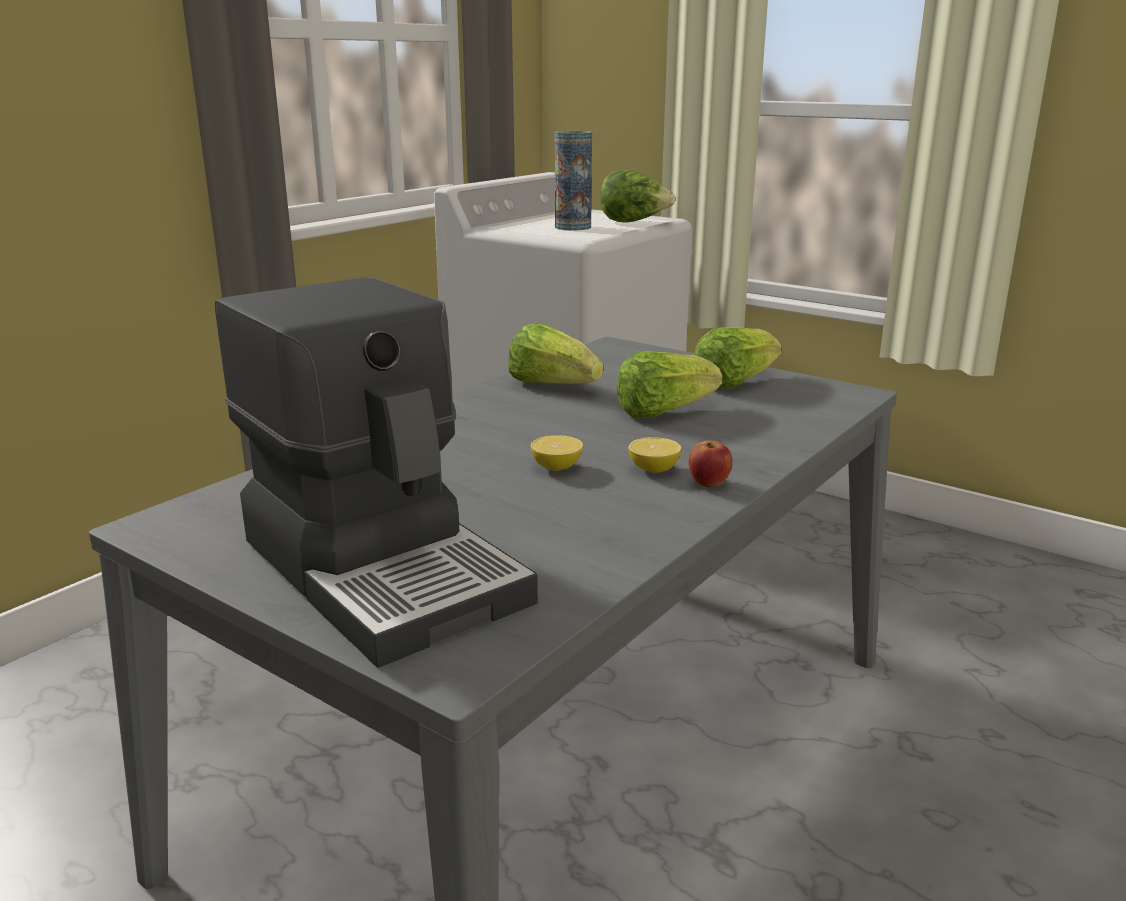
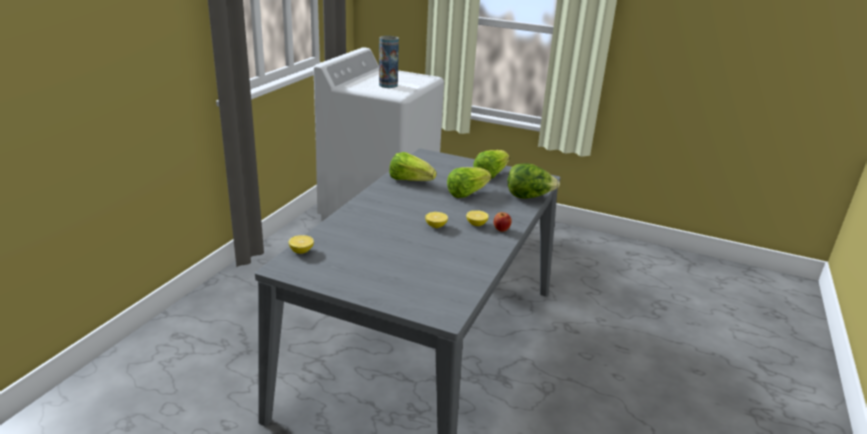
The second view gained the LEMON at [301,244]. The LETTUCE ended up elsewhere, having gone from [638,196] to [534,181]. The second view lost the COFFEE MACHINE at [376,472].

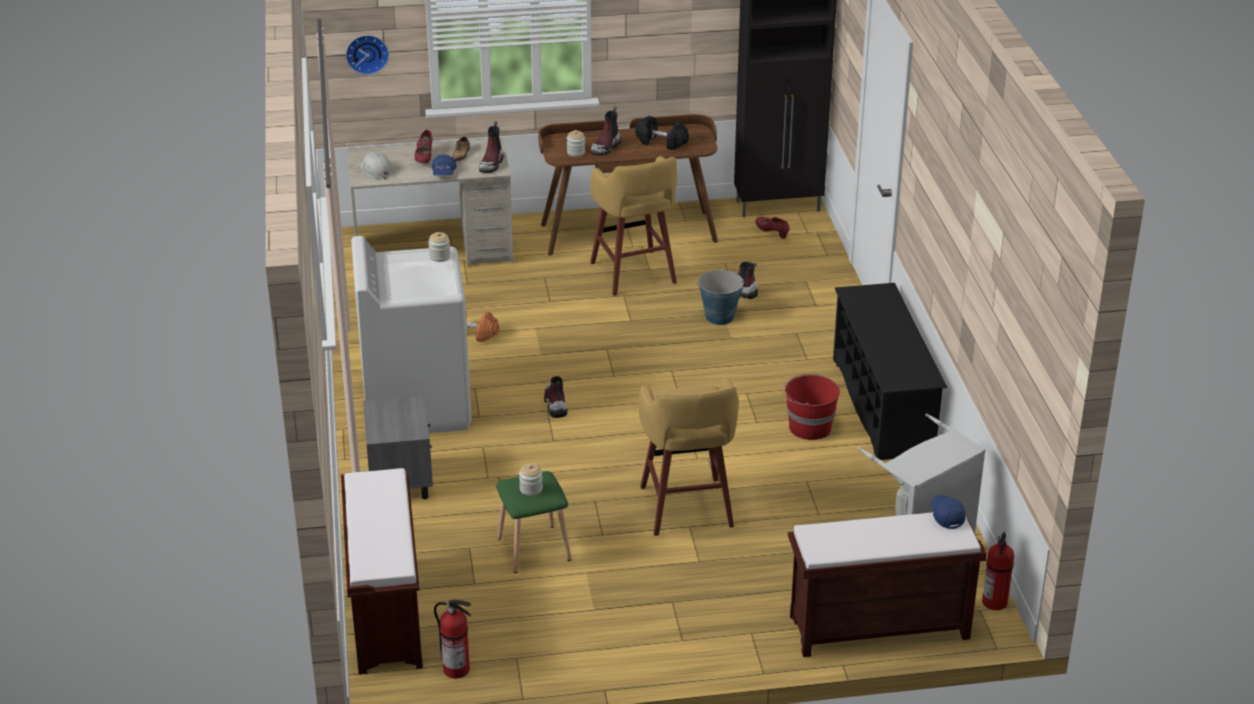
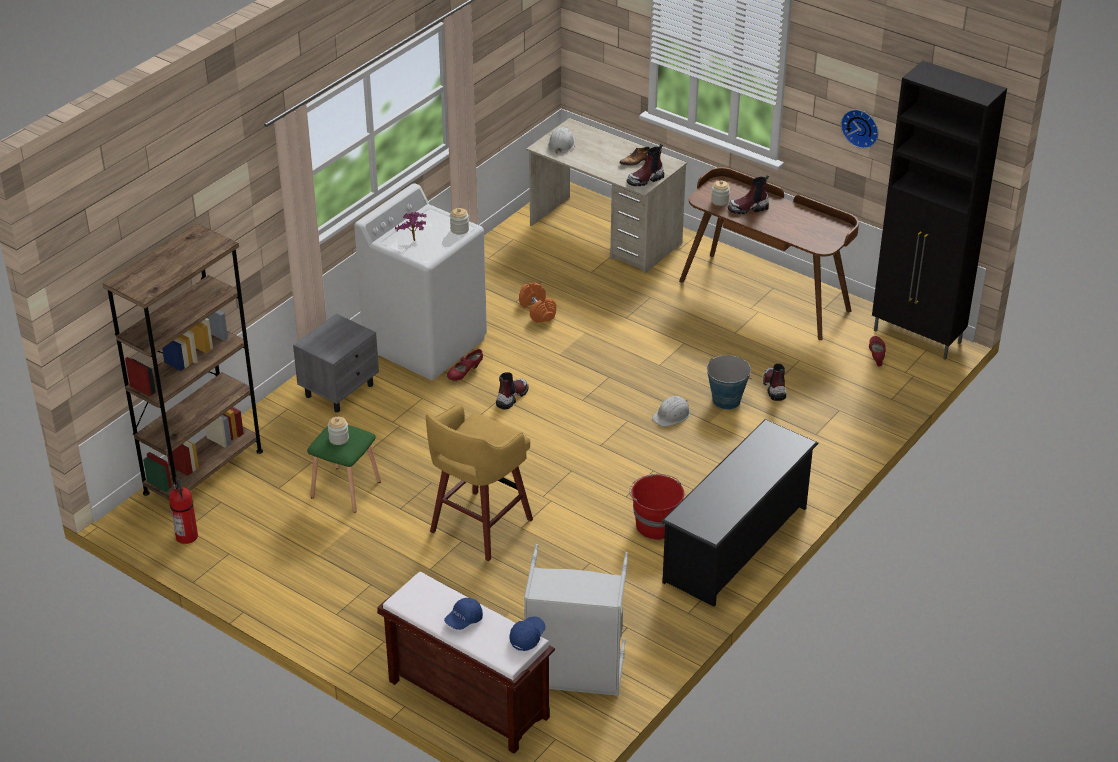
Where the BROWN BENCH stood at [382,571], the BROWN BOOKCASE came to stand at [183,362]. The second view gained the POTTED PLANT at [411,226]. The BLUE CAP ended up elsewhere, having gone from [444,165] to [463,614]. The RED SHOE ended up elsewhere, having gone from [423,147] to [465,365]. The second view gained the WHITE HARD HAT at [671,411]. The WALL CLOCK ended up elsewhere, having gone from [367,55] to [860,129]. The second view lost the YELLOW STOOL at [633,226]. The second view lost the BLACK DUMBBELL at [662,133]. The second view lost the FIRE EXTINGUISHER at [998,571].

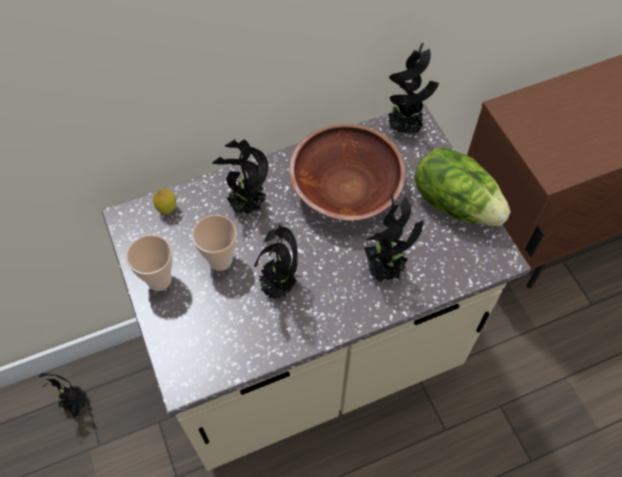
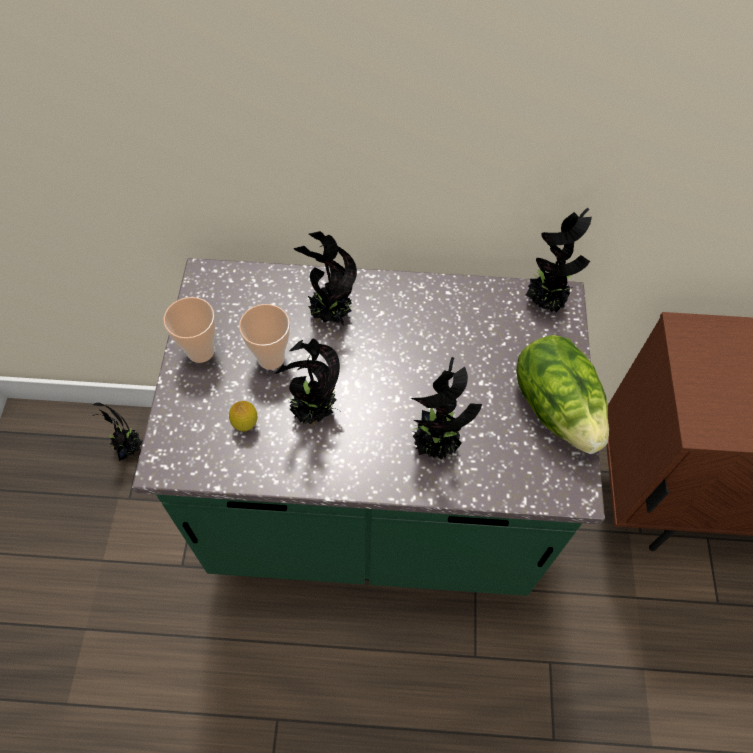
What was the BEIGE COUNTER at [316,286] turned into the GREEN COUNTER at [368,427]. The LEMON ended up elsewhere, having gone from [165,202] to [243,416]. The second view lost the BROWN BOWL at [347,172].

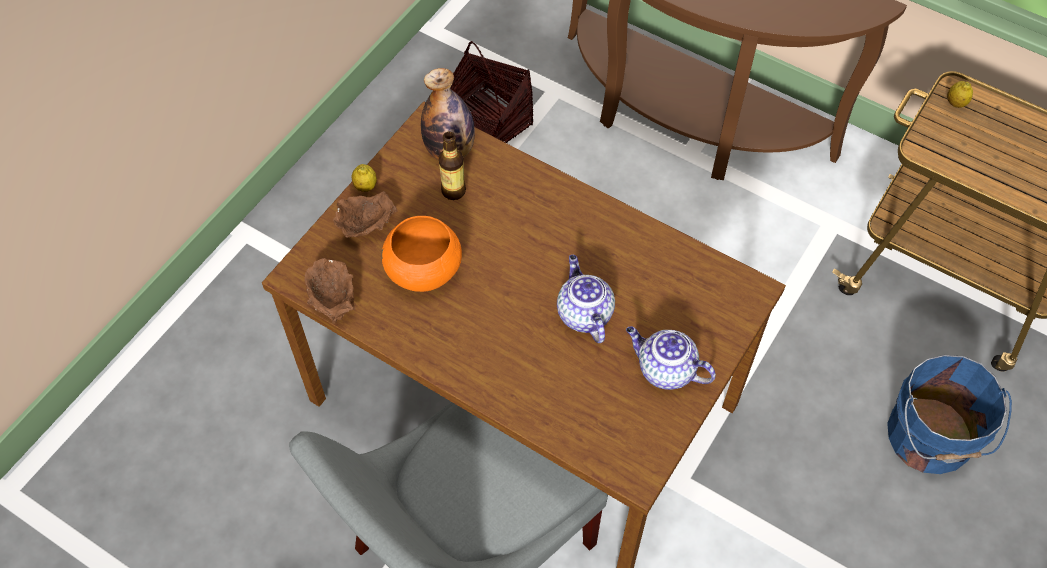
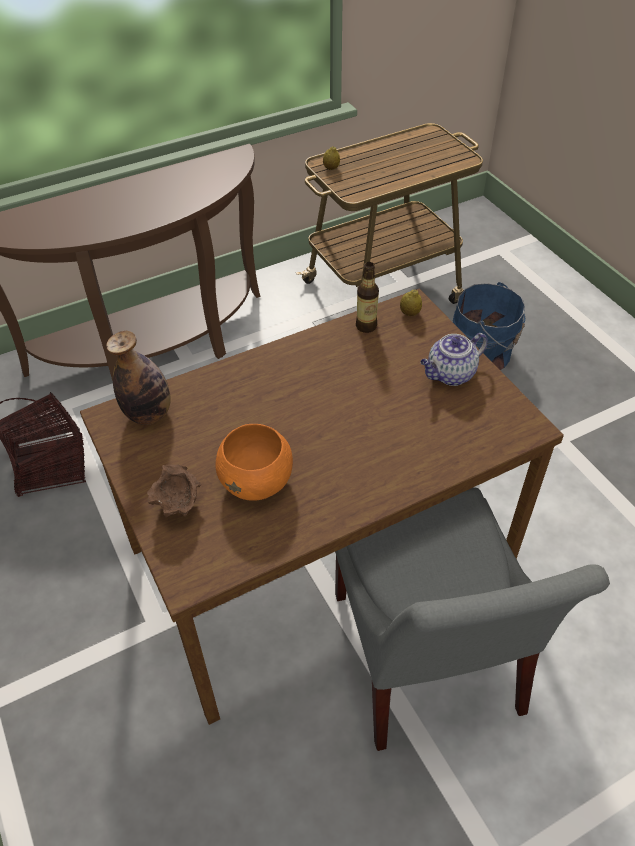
The BOTTLE ended up elsewhere, having gone from [452,166] to [367,297]. The LEMON ended up elsewhere, having gone from [364,178] to [411,303]. The second view lost the BROWN BOWL at [330,291]. The second view lost the TEAPOT at [586,299].

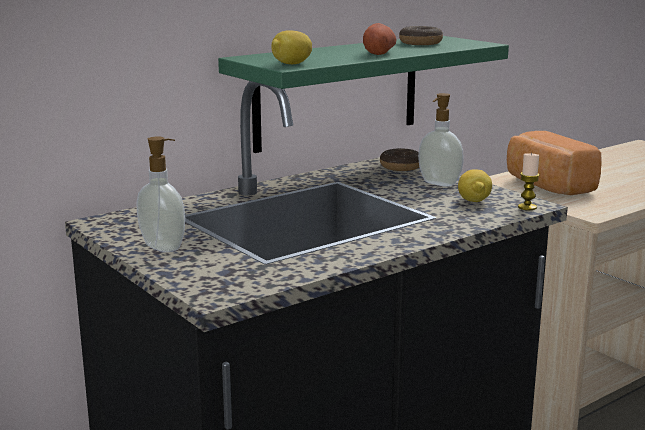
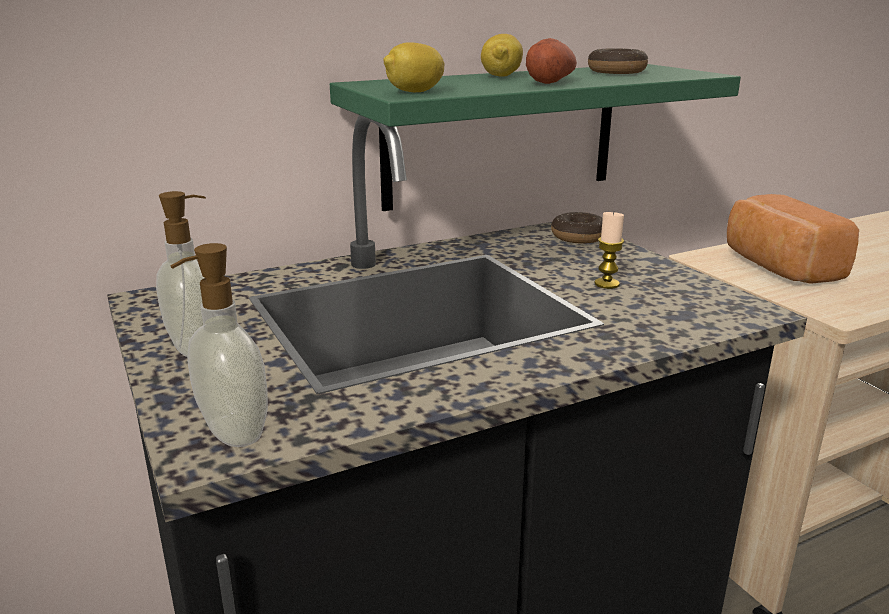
The SOAP DISPENSER ended up elsewhere, having gone from [441,140] to [219,345]. The LEMON ended up elsewhere, having gone from [475,185] to [502,55]. The CANDLE ended up elsewhere, having gone from [529,181] to [609,250].

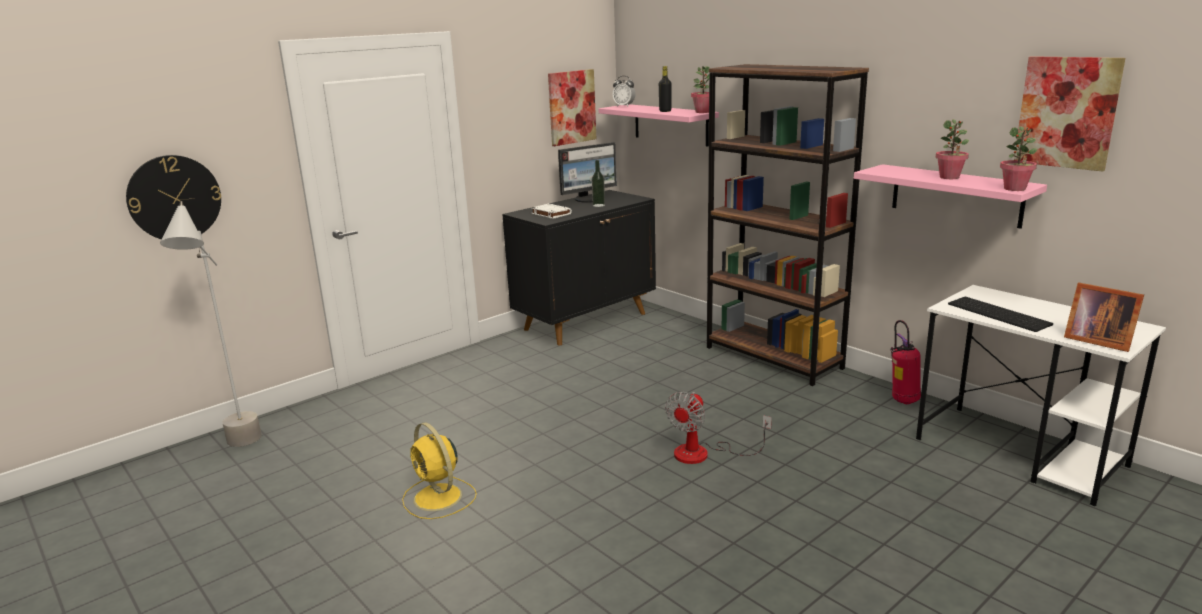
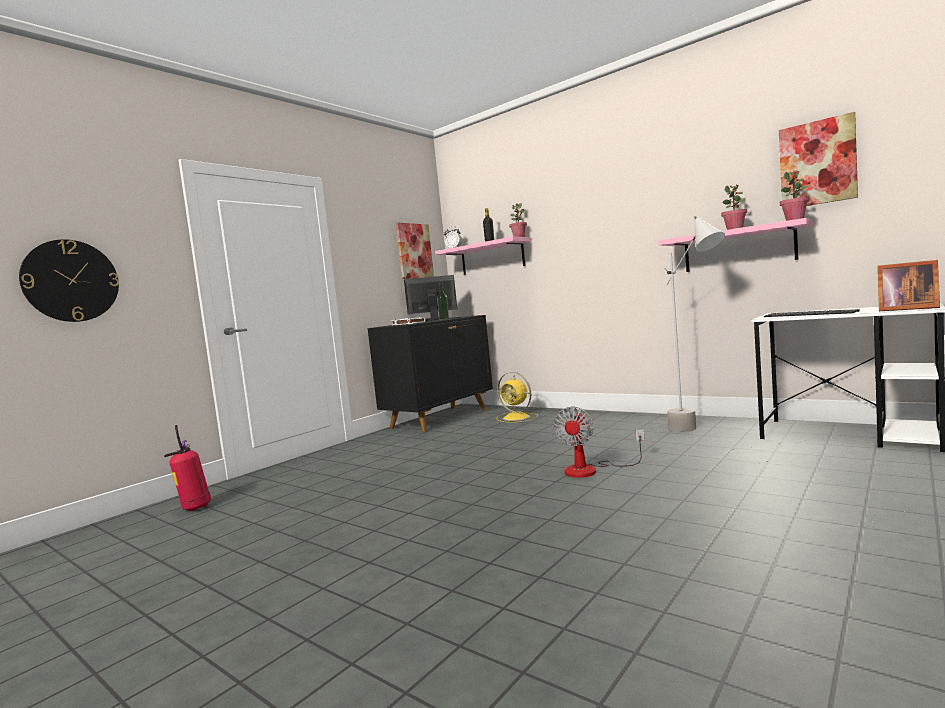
The FIRE EXTINGUISHER ended up elsewhere, having gone from [905,362] to [187,468]. The MONITOR at [587,172] ended up facing another way, 150 degrees counterclockwise from before. The YELLOW FAN ended up elsewhere, having gone from [439,470] to [517,397]. The GREY FLOOR LAMP ended up elsewhere, having gone from [211,324] to [695,324]. The second view lost the BROWN BOOKCASE at [788,225].

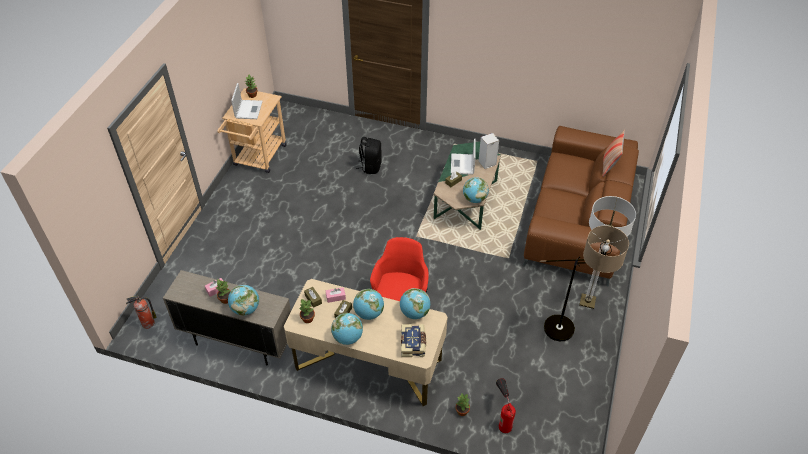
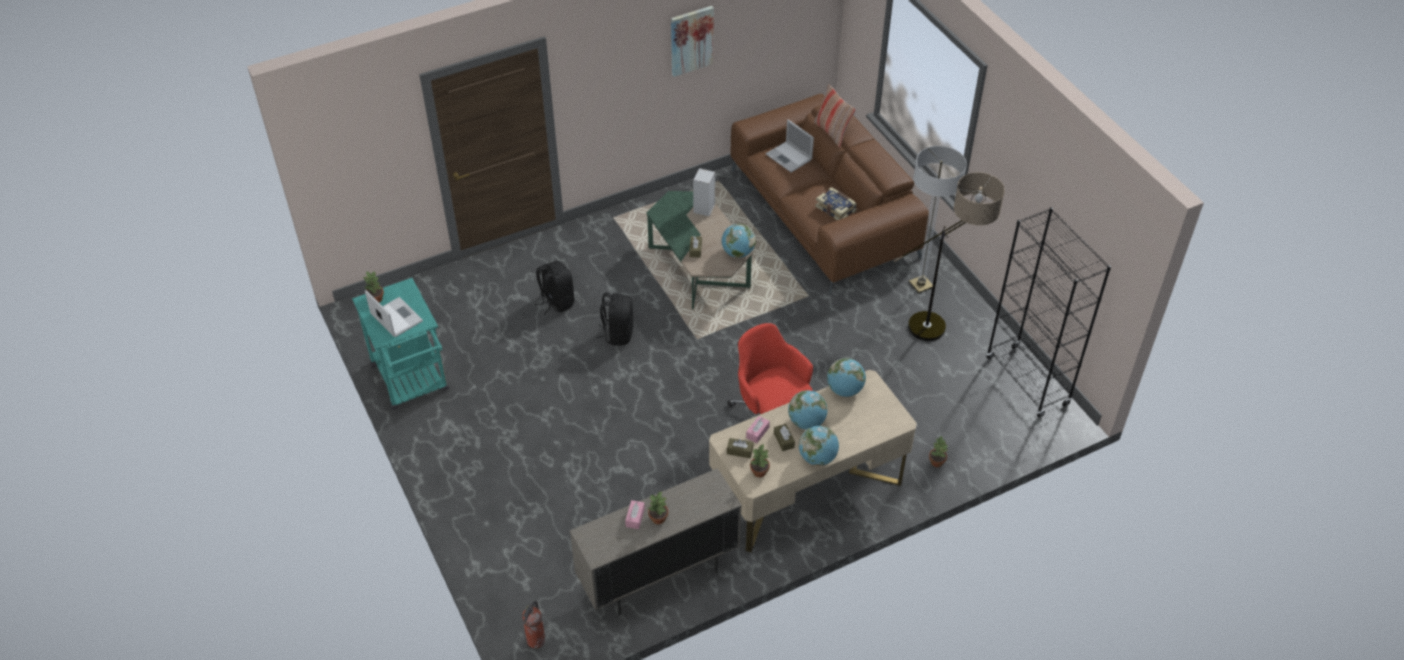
What was the BEIGE CART at [251,130] turned into the TURQUOISE CART at [400,344]. The second view gained the BLACK BACKPACK at [614,319]. The second view gained the PICTURE at [692,41]. The LAPTOP ended up elsewhere, having gone from [463,156] to [790,146]. The BOOK ended up elsewhere, having gone from [413,340] to [836,203]. The second view gained the BLACK BOOKCASE at [1048,312]. The second view lost the GLOBE at [243,300]. The second view lost the FIRE EXTINGUISHER at [506,405].

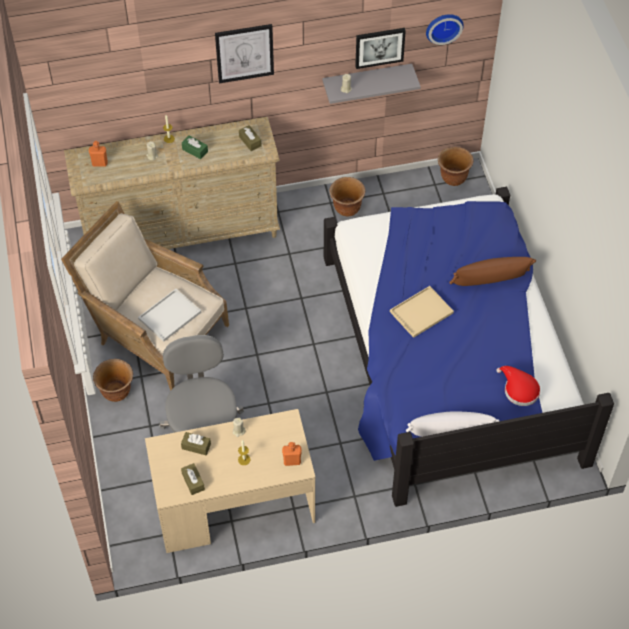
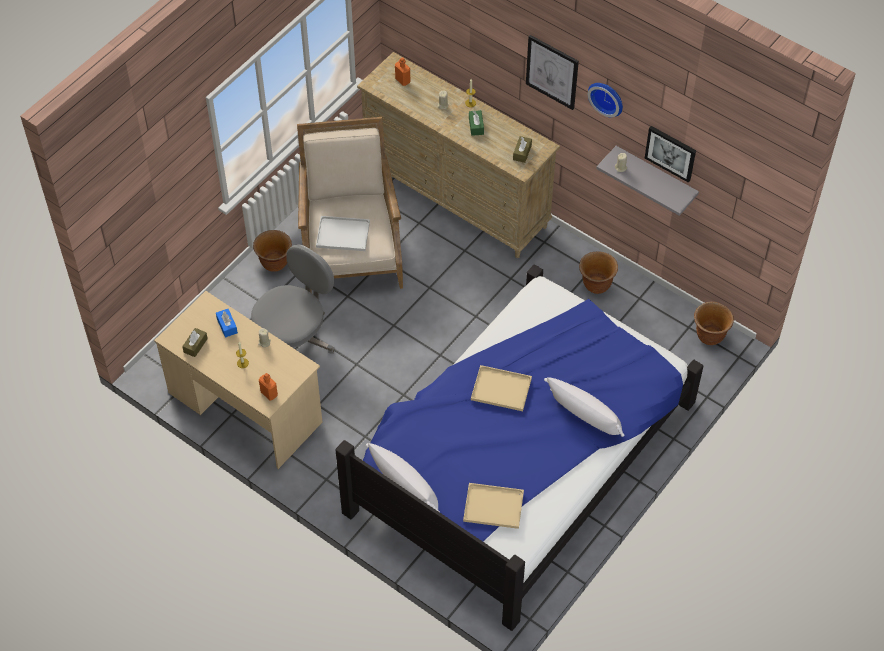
What was the BROWN TISSUE BOX at [196,443] turned into the BLUE TISSUE BOX at [227,323]. Where the RED HAT stood at [519,386], the BEIGE TRAY came to stand at [493,506]. What was the BROWN PILLOW at [492,271] turned into the WHITE PILLOW at [584,407]. The WALL CLOCK ended up elsewhere, having gone from [445,29] to [605,100].

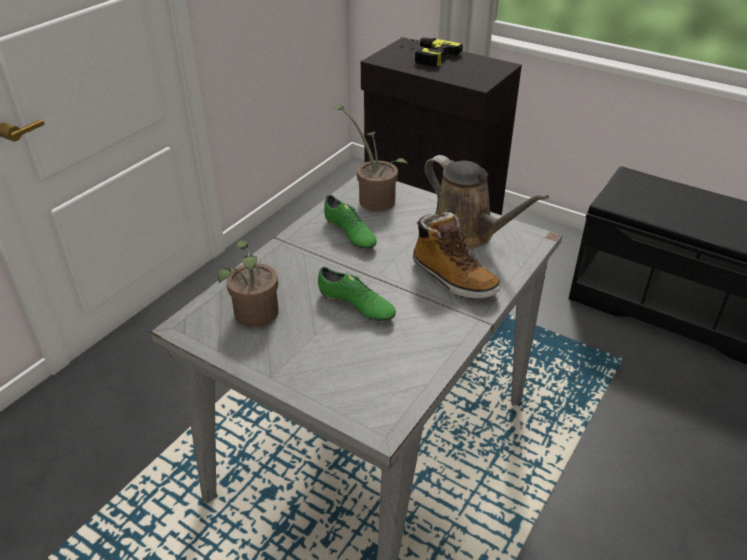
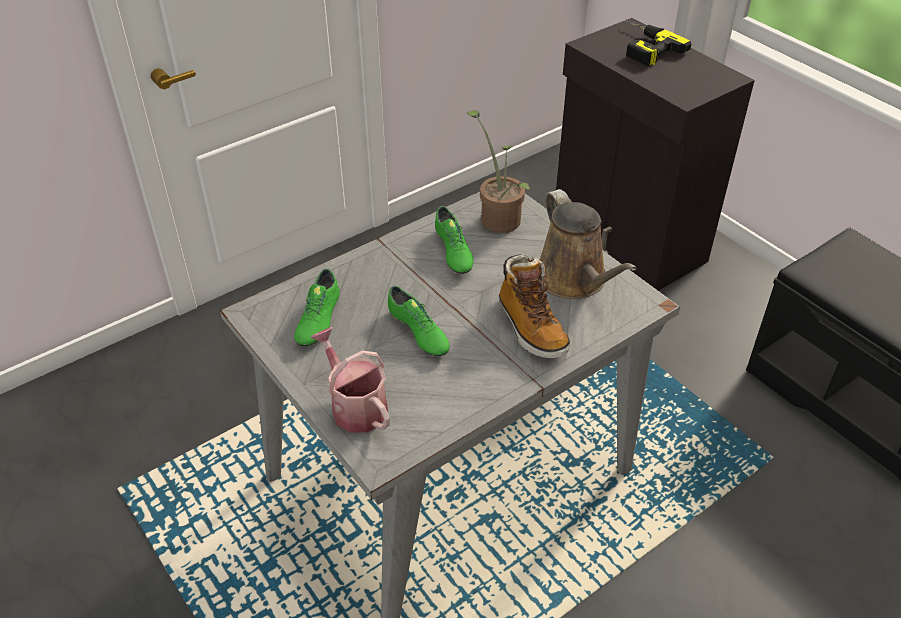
Where the POTTED PLANT stood at [248,283], the GREEN SHOE came to stand at [317,307]. The second view gained the WATERING CAN at [350,380].

